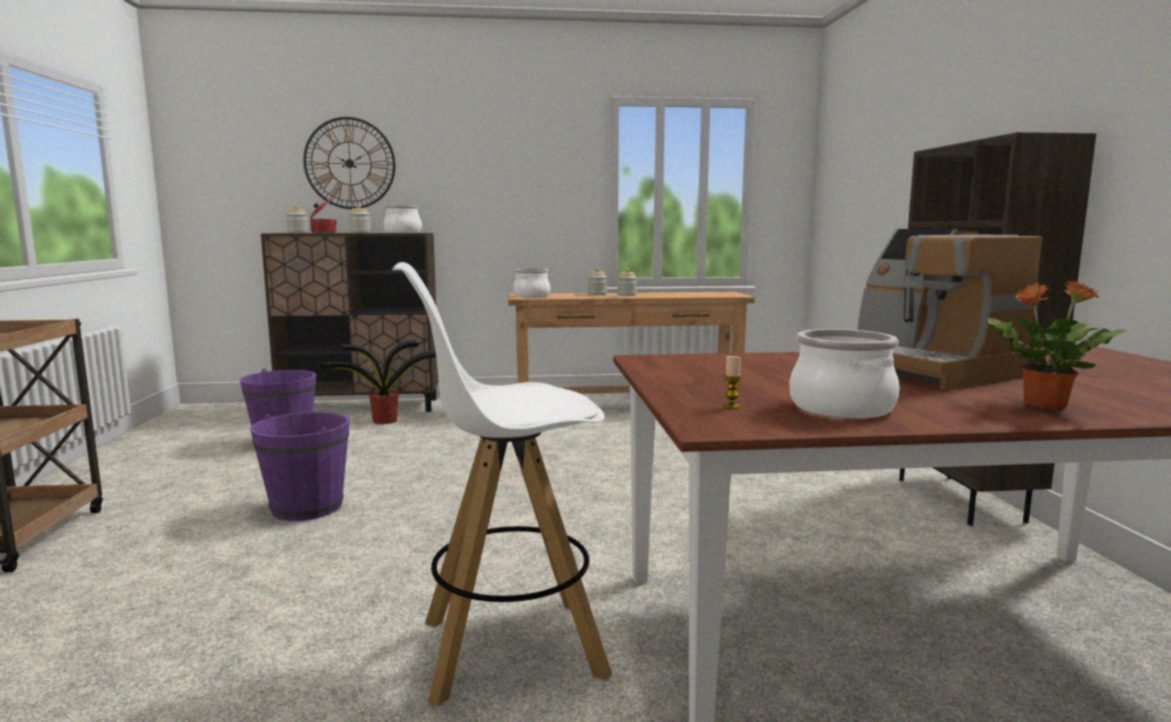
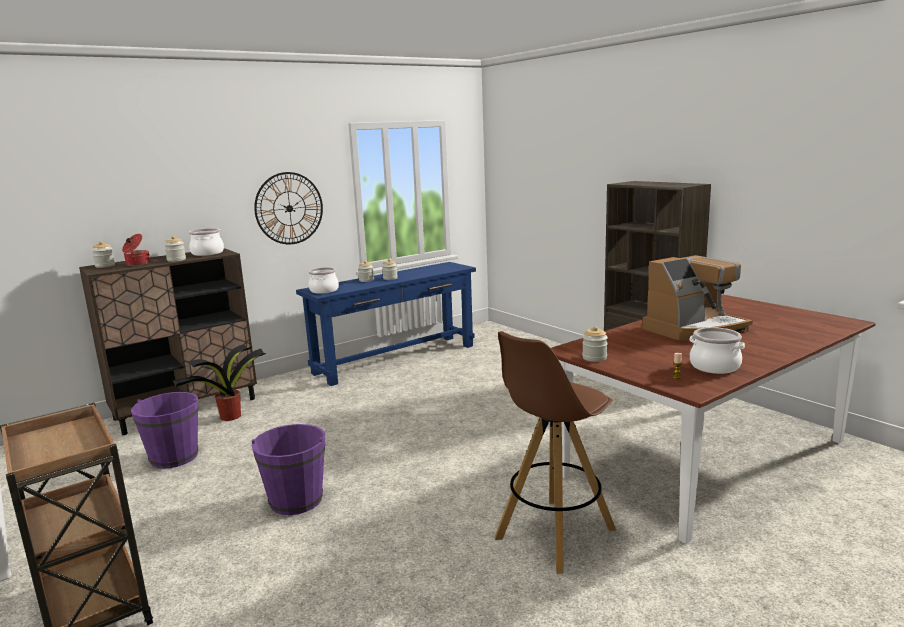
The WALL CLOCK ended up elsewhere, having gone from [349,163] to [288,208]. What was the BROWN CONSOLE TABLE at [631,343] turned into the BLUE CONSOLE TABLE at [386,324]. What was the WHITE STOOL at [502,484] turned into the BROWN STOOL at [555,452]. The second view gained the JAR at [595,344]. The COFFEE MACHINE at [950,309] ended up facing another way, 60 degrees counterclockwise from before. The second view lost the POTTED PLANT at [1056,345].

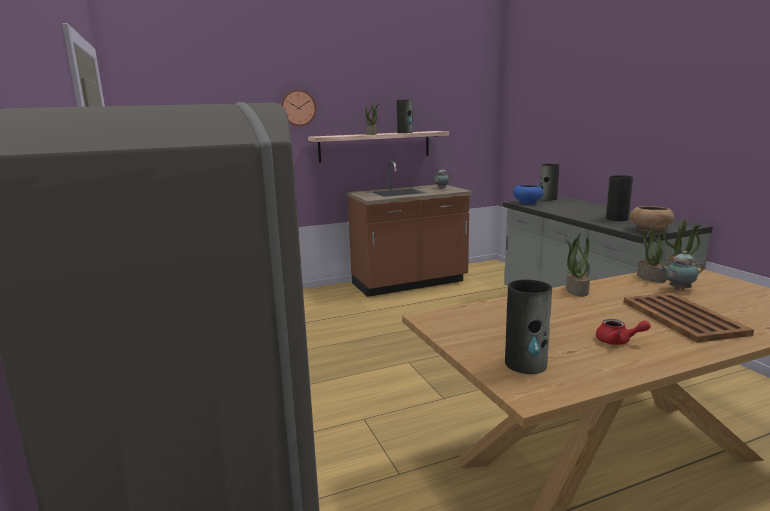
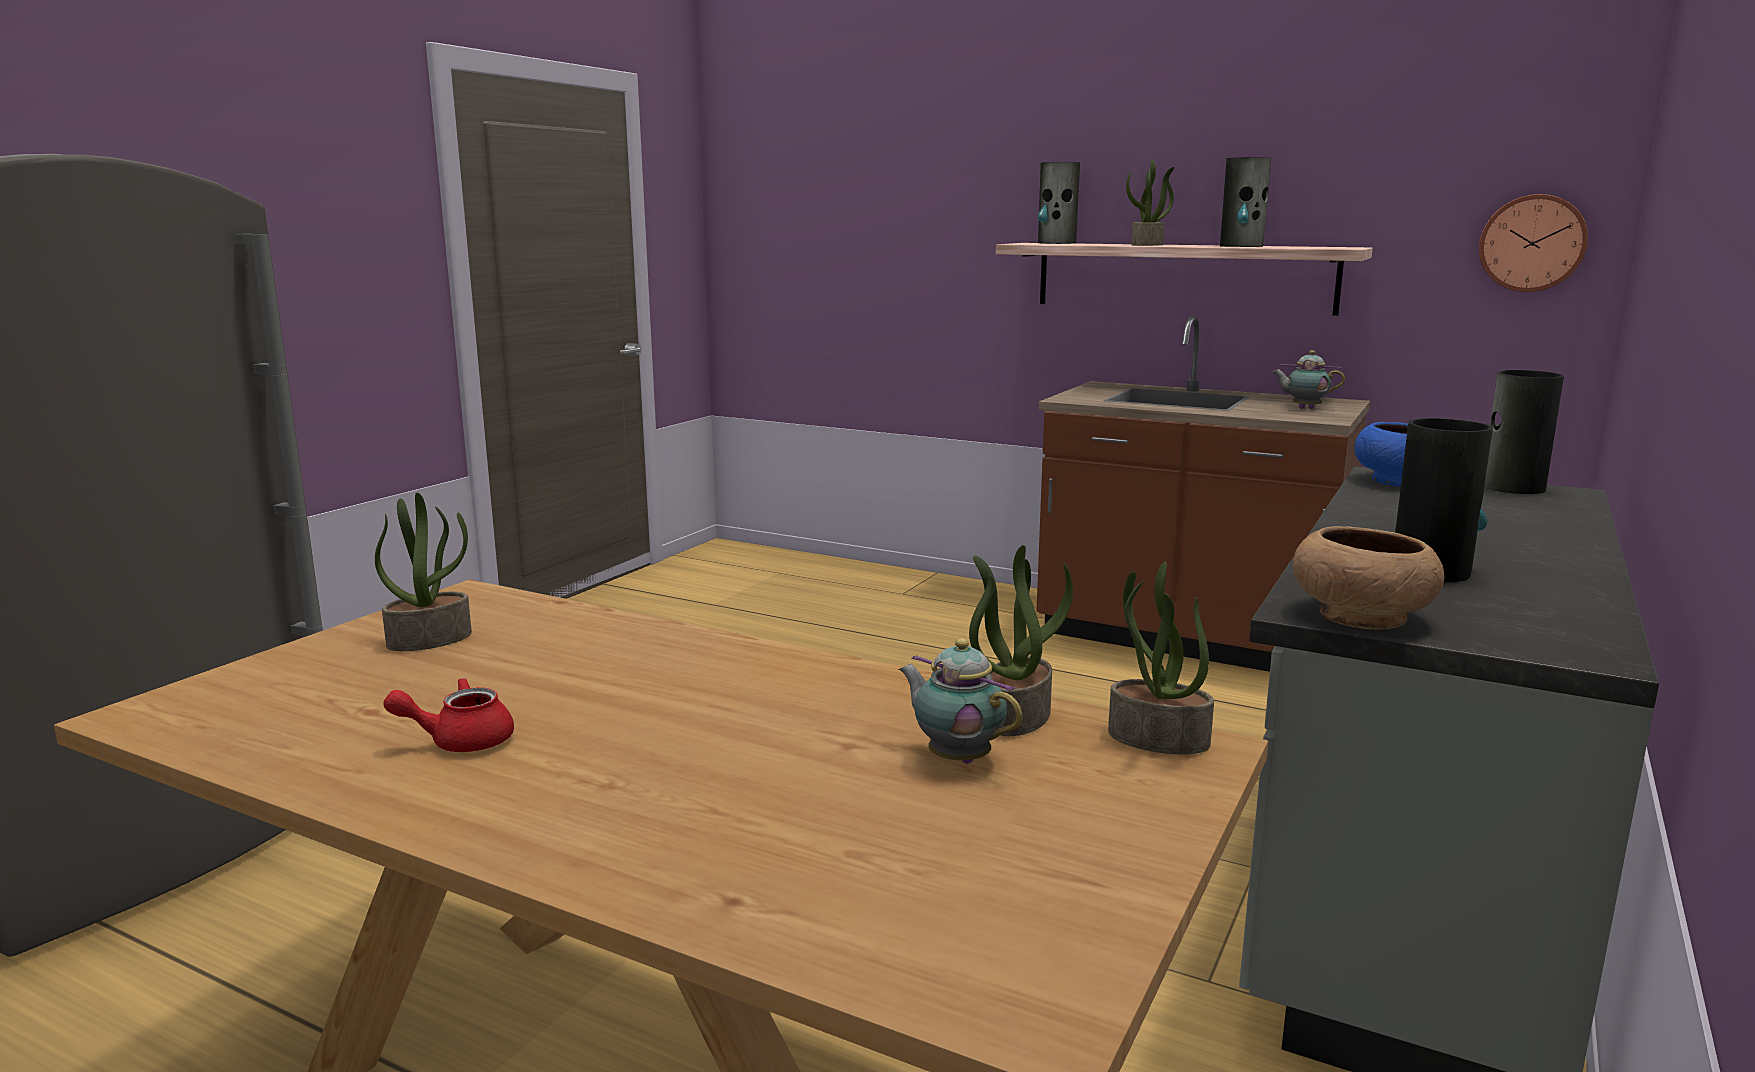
The POTTED PLANT ended up elsewhere, having gone from [577,264] to [423,572]. The RED TEAPOT at [623,332] ended up facing another way, 90 degrees clockwise from before. The VASE ended up elsewhere, having gone from [528,327] to [1058,203]. The WALL CLOCK ended up elsewhere, having gone from [298,108] to [1533,243]. The second view lost the BROWN TRAY at [689,318].

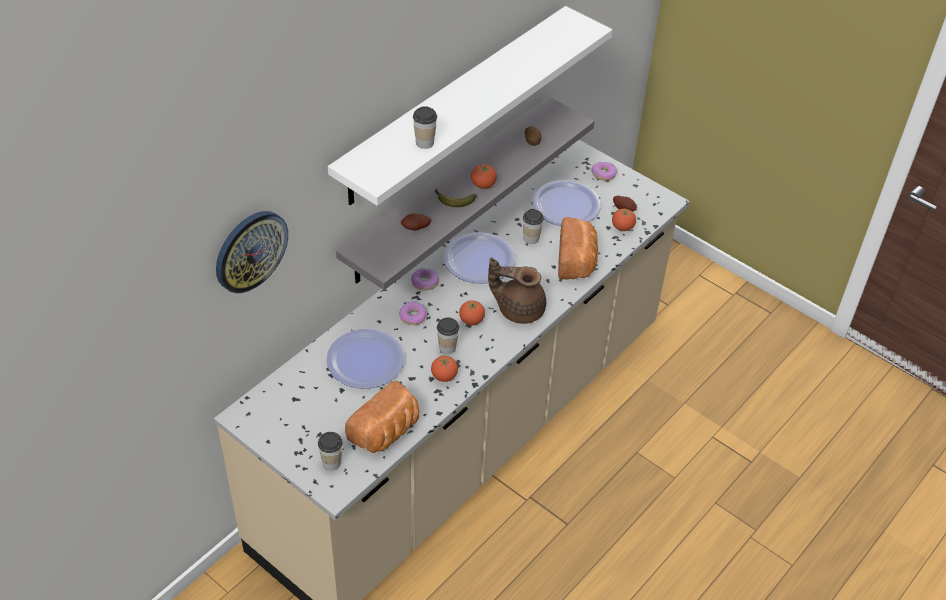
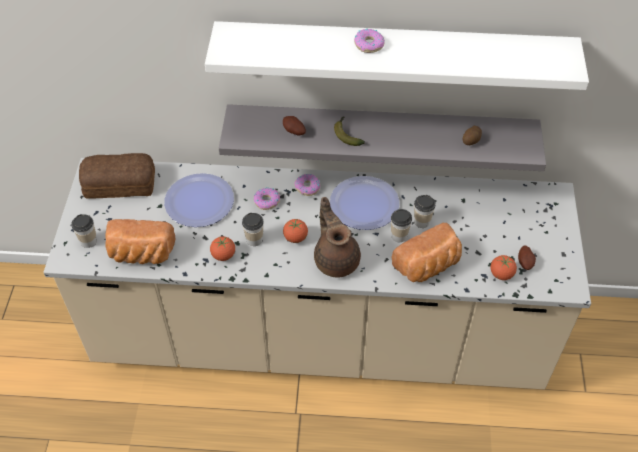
The second view gained the BREAD at [117,175]. The DONUT ended up elsewhere, having gone from [604,171] to [369,41]. The CUP ended up elsewhere, having gone from [425,127] to [401,225]. The second view lost the WALL CLOCK at [252,252]. The second view lost the TOMATO at [484,176]. The second view lost the PLATE at [566,203].

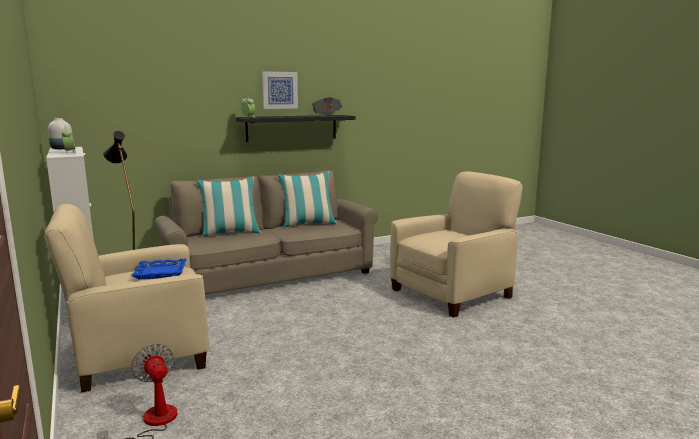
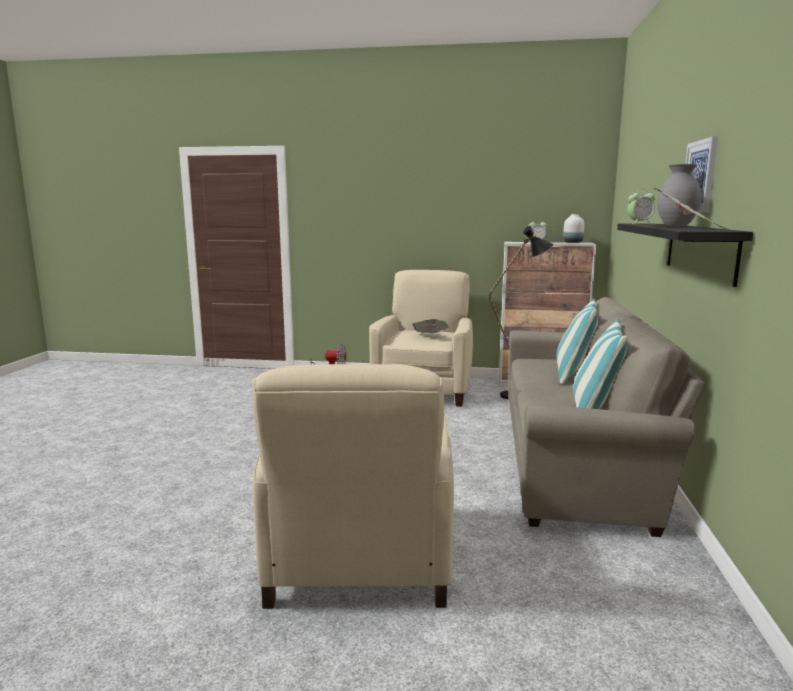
Where the BLUE TRAY stood at [159,269], the NEWSPAPER came to stand at [430,326]. The second view gained the GREY VASE at [679,195].

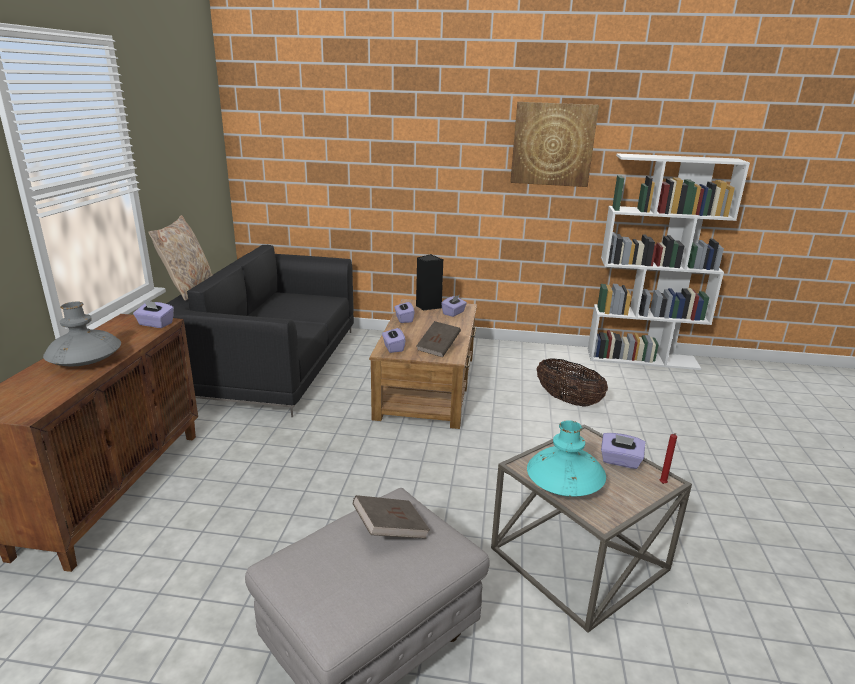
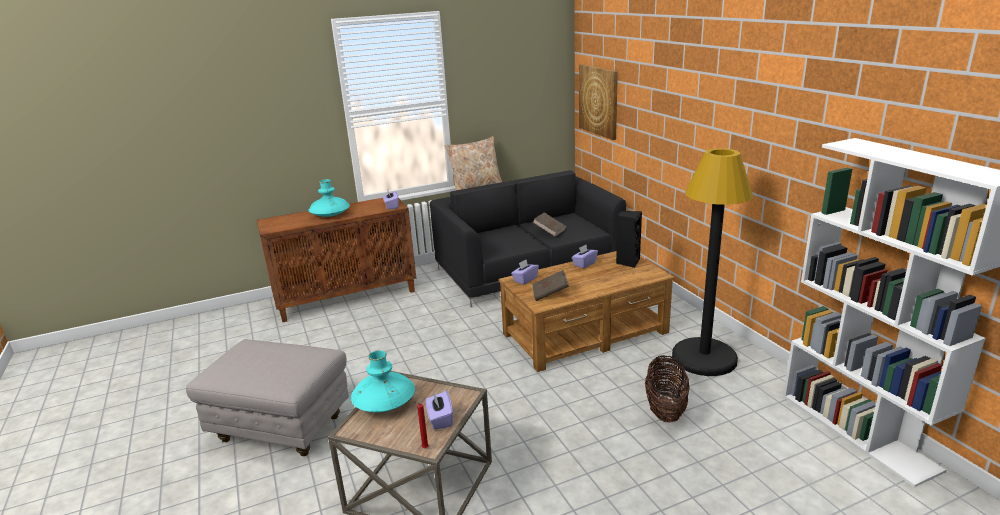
What was the GREY VASE at [82,334] turned into the TURQUOISE VASE at [329,198]. The BROWN BOOK ended up elsewhere, having gone from [391,517] to [550,224]. The PICTURE ended up elsewhere, having gone from [554,144] to [598,102]. The second view gained the BLACK FLOOR LAMP at [712,262]. The second view lost the PURPLE TISSUE BOX at [454,306].

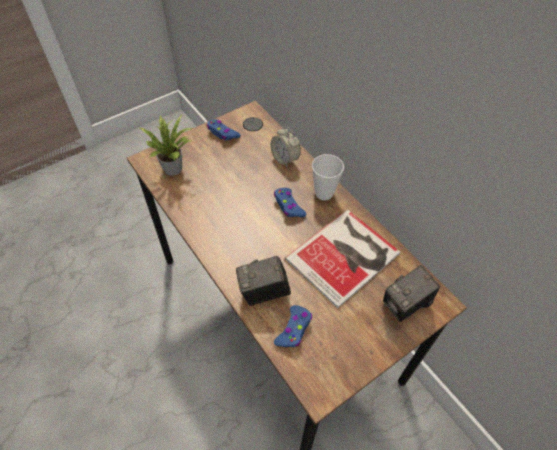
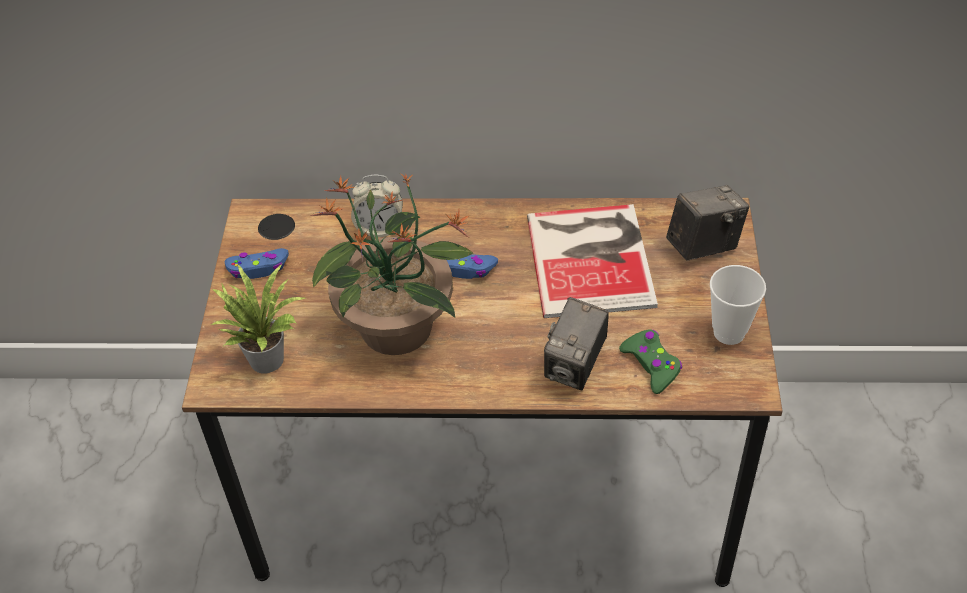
The second view gained the POTTED PLANT at [391,264]. What was the BLUE GAME CONTROLLER at [293,326] turned into the GREEN GAME CONTROLLER at [650,361]. The PHOTO CAMERA at [411,293] ended up facing another way, 120 degrees counterclockwise from before. The CUP ended up elsewhere, having gone from [328,177] to [738,305].

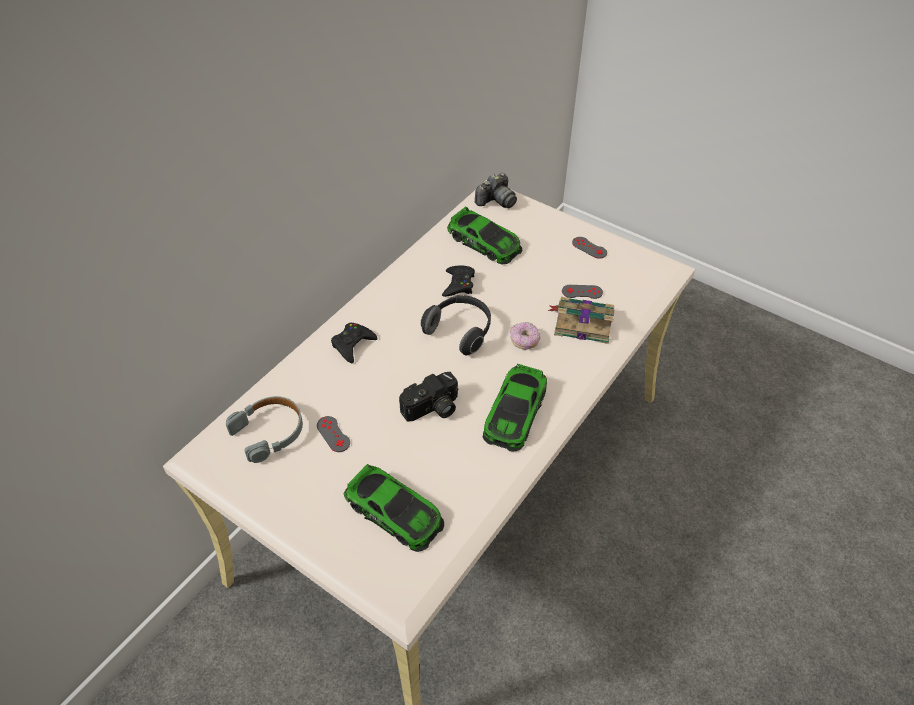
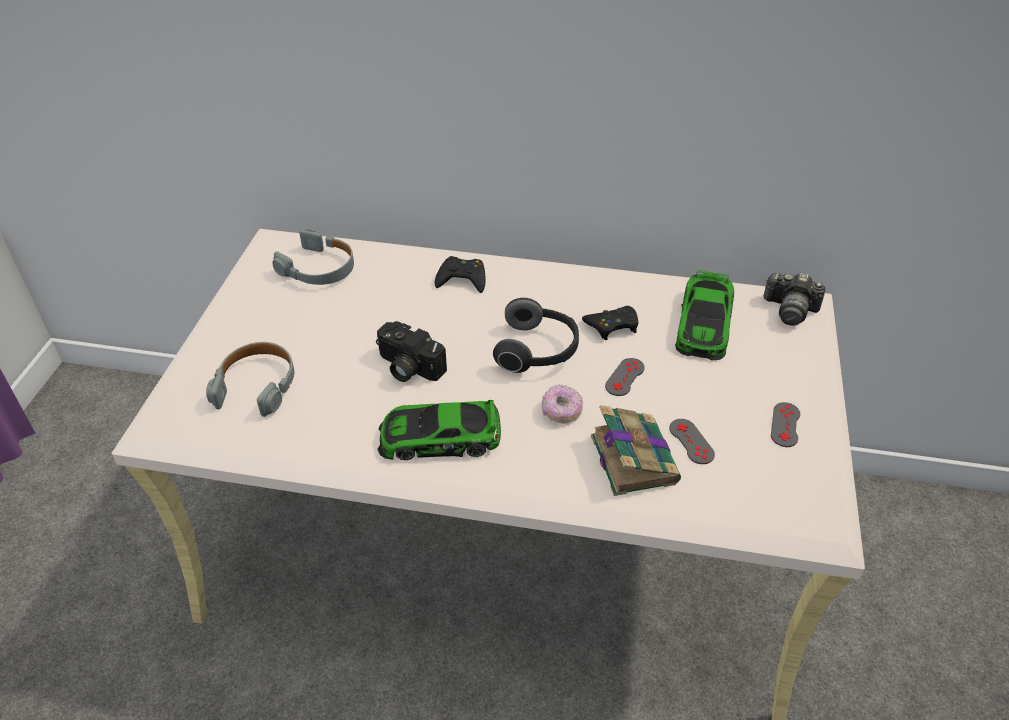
Where the TOY CAR stood at [394,508], the GREY HEADPHONES came to stand at [250,379]. The GREY GAME CONTROLLER ended up elsewhere, having gone from [333,434] to [625,377].

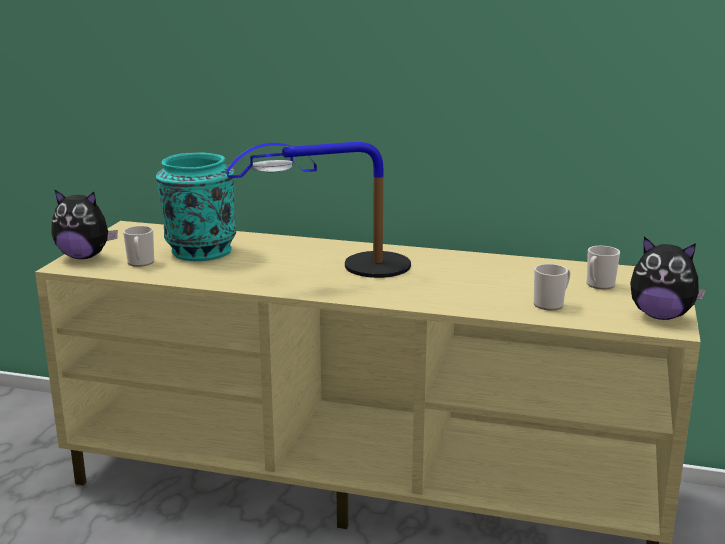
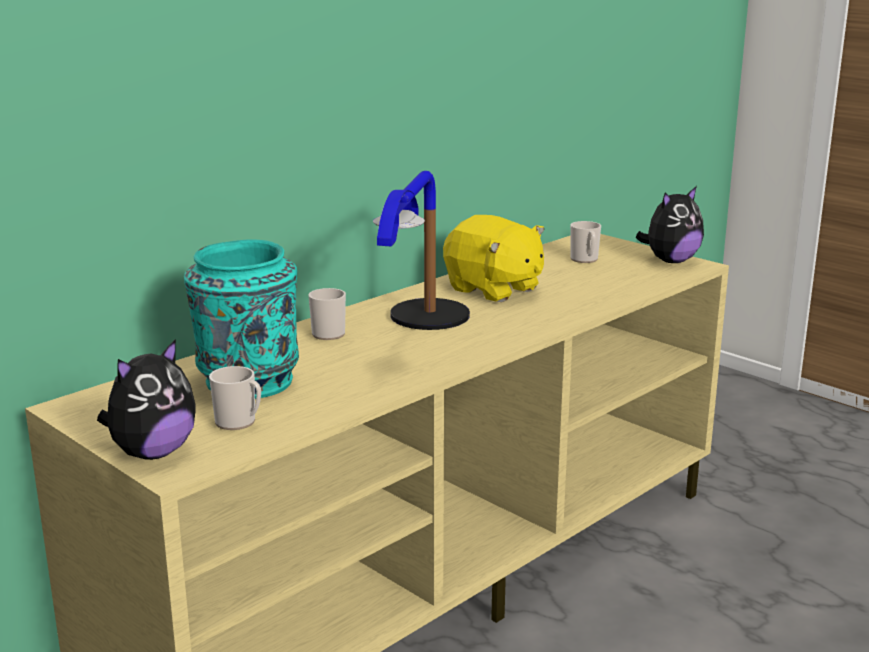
The MUG ended up elsewhere, having gone from [552,287] to [327,314]. The second view gained the YELLOW PLUSH TOY at [494,258].

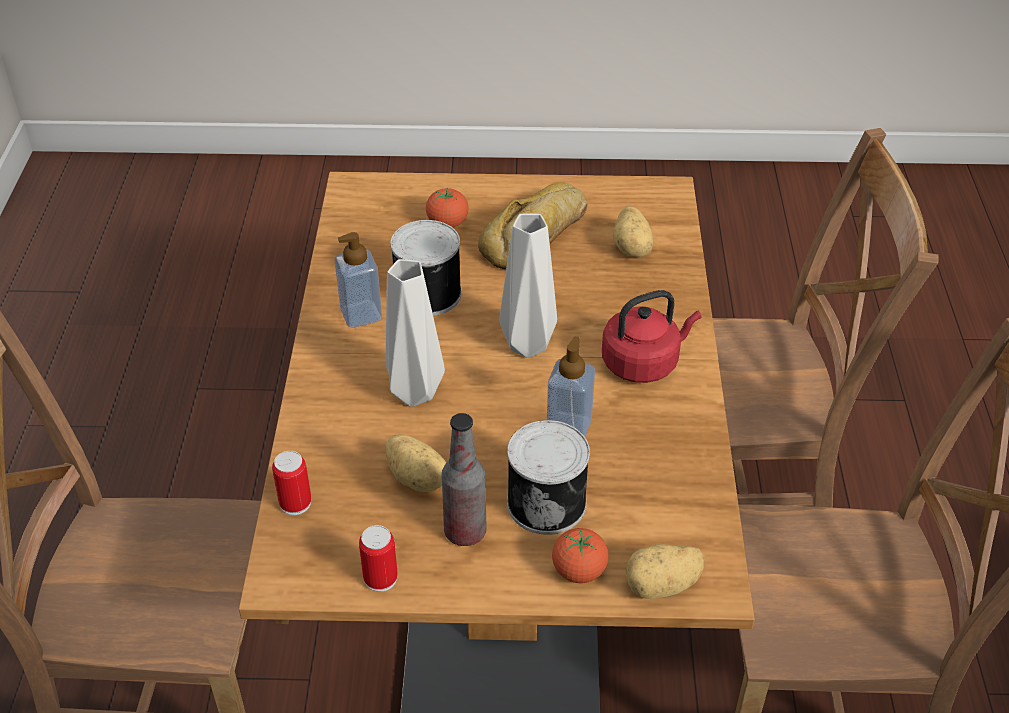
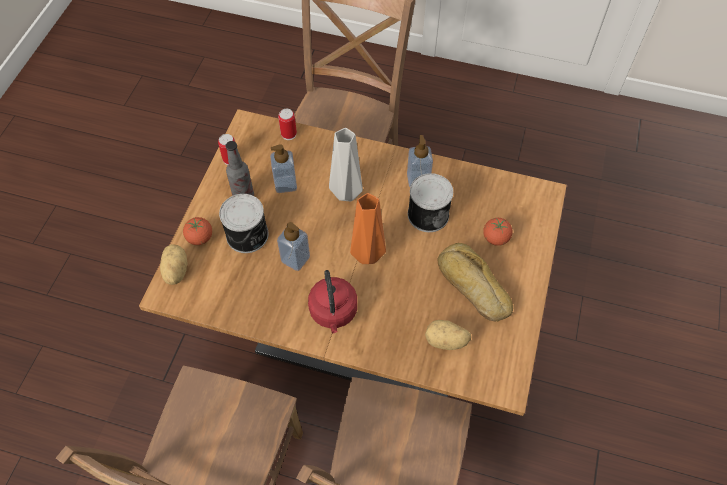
Where the POTATO stood at [416,463], the SOAP DISPENSER came to stand at [283,168]. What was the GREY VASE at [528,285] turned into the ORANGE VASE at [368,228].

